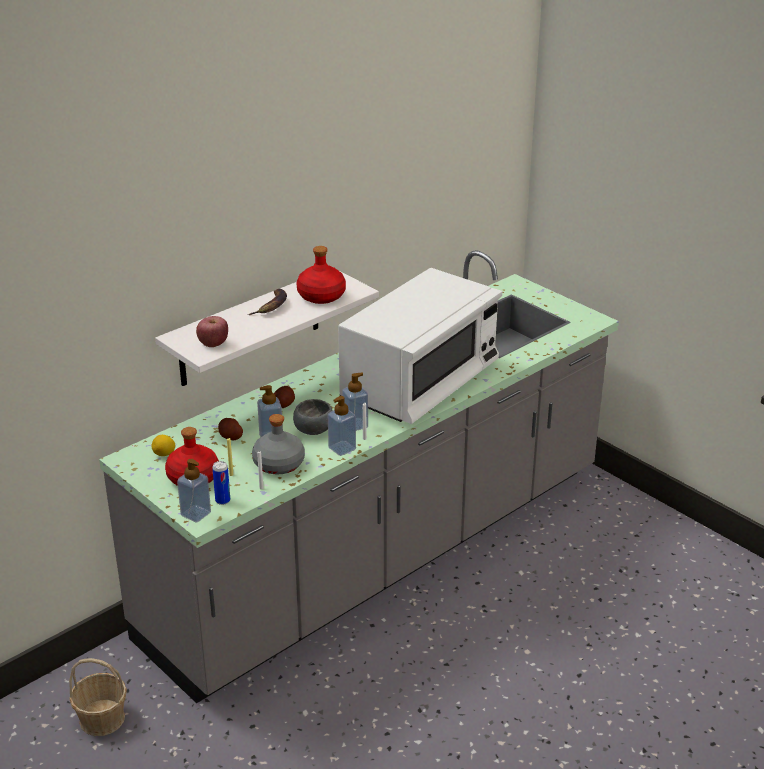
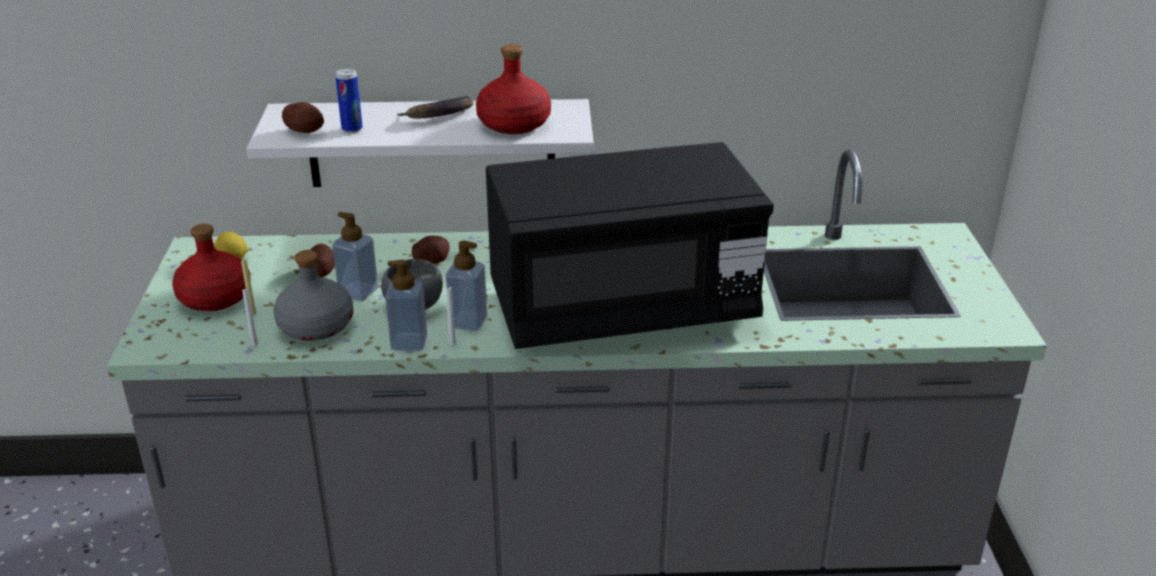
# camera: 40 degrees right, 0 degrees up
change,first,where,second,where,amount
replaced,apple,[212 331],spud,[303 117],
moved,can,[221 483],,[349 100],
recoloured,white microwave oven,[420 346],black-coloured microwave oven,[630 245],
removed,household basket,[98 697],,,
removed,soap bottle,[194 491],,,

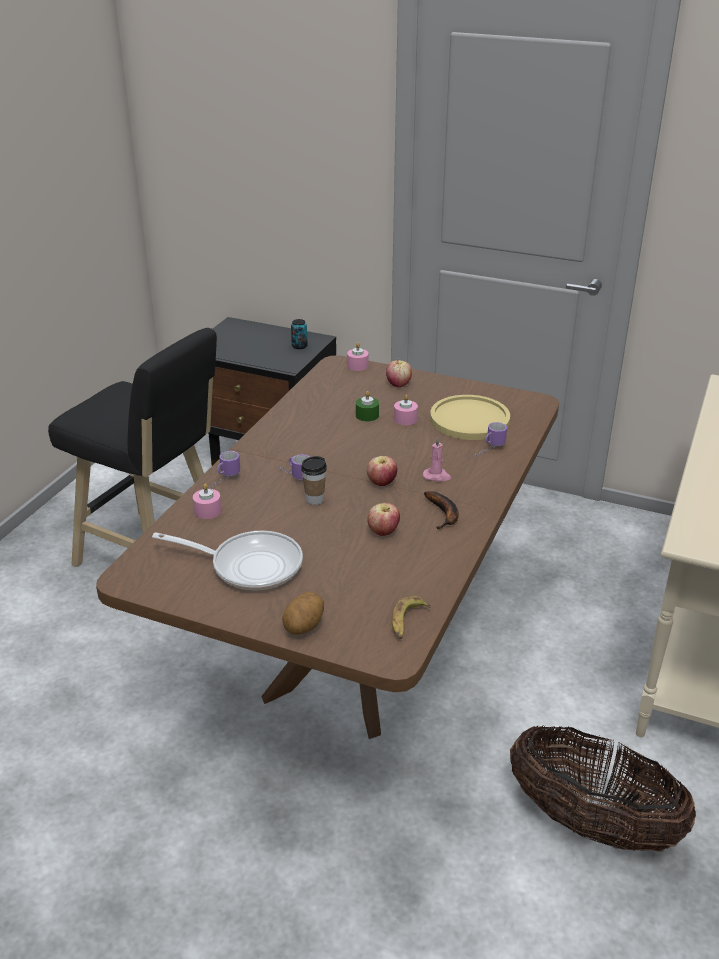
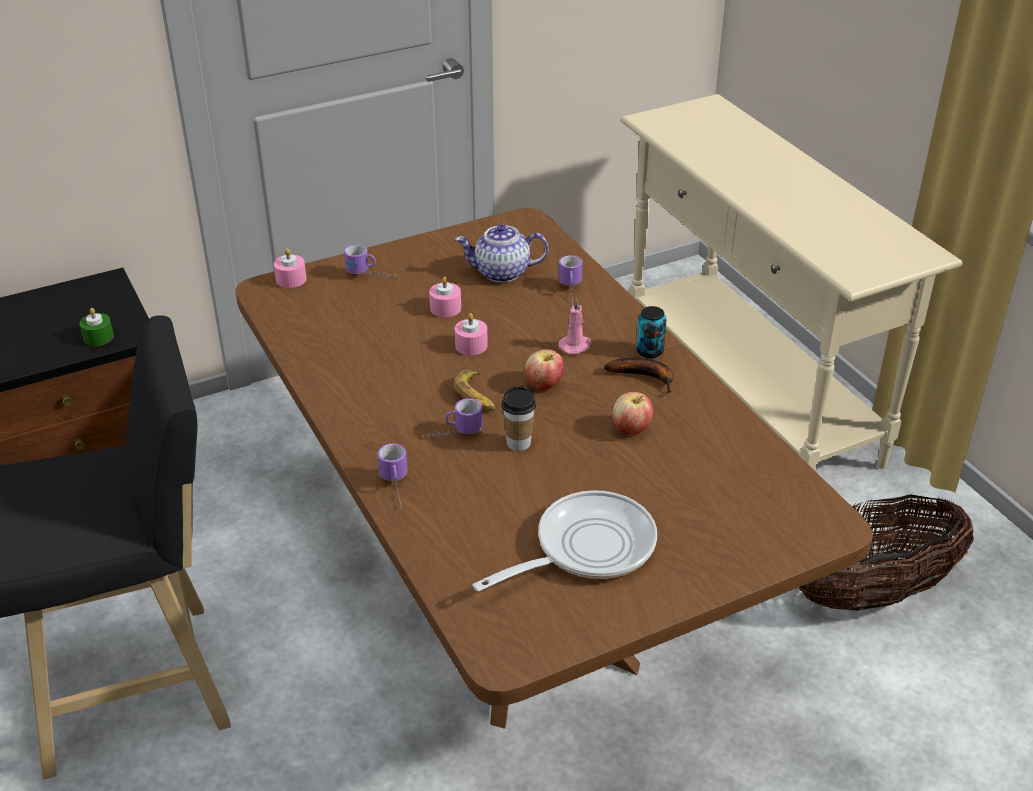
# camera: 50 degrees left, 5 degrees up
change,first,where,second,where,amount
moved,green-coloured wax light,[367 406],,[97 327],
replaced,apple,[399 372],coffee mug,[370 261],
moved,banana,[411 617],,[474 390],
replaced,yellow-coloured flat dish,[470 417],tea pot,[502 253],
moved,pink wax light,[207 501],,[471 334],
moved,can,[299 334],,[651 332],
removed,spud,[303 613],,,

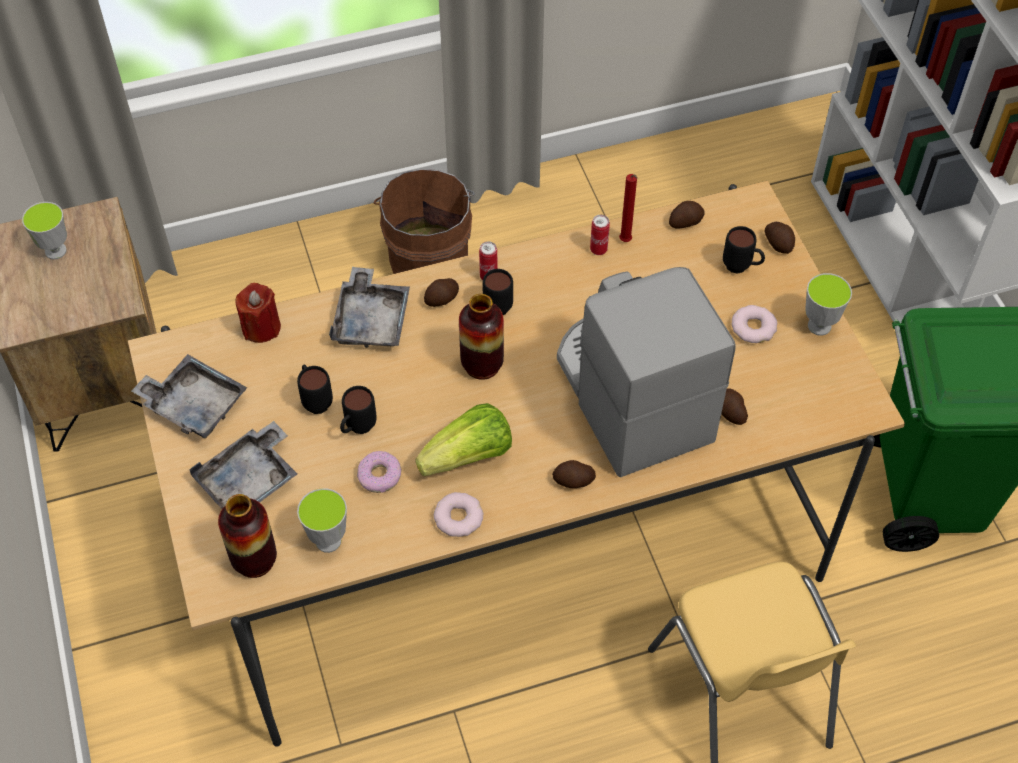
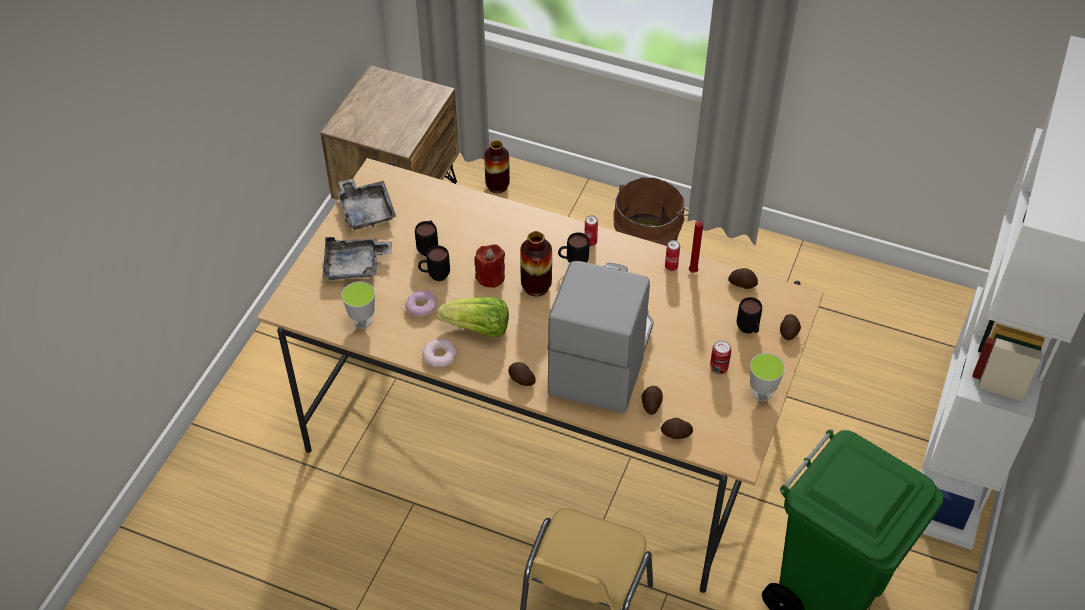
# camera: 40 degrees right, 5 degrees down
change,first,where,second,where,amount
moved,red-coloured wax light,[258 313],,[489 266],
moved,flower vase,[247 536],,[497 166],
moved,spud,[441 292],,[677 428],
replaced,donut,[754 324],can,[720 357],
removed,small cup,[44 231],,,
removed,grey carrying tray,[369 307],,,

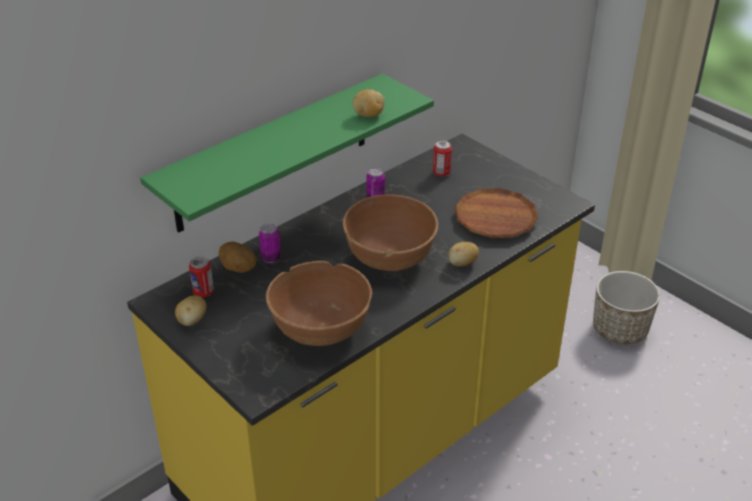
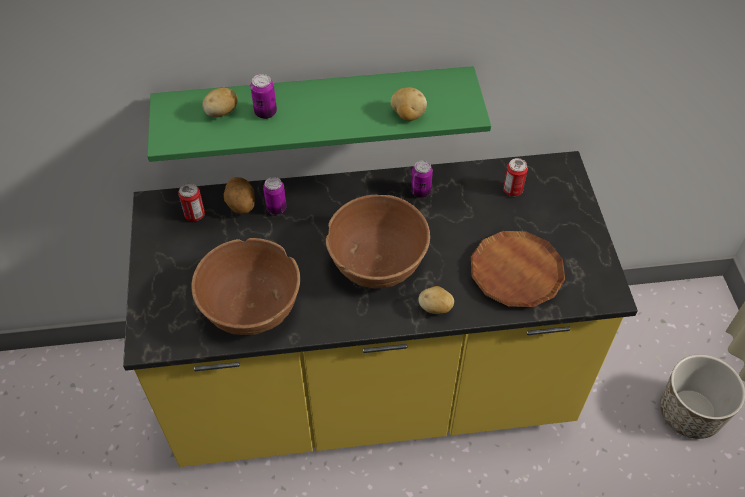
# camera: 35 degrees right, 15 degrees up
change,first,where,second,where,amount
moved,spud,[190 310],,[219 103],
added,,,can,[263 96],

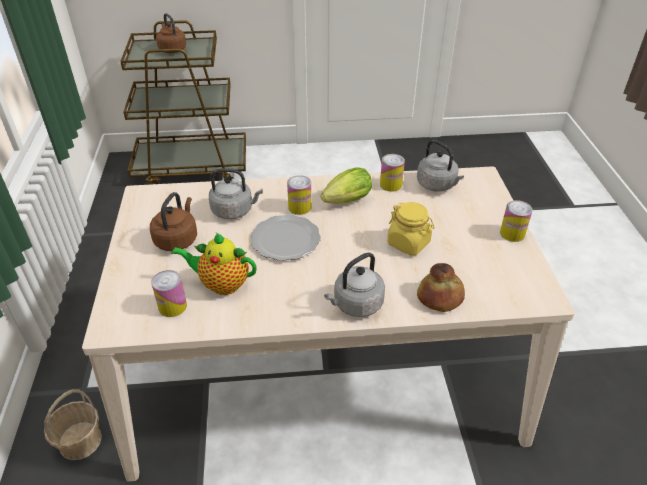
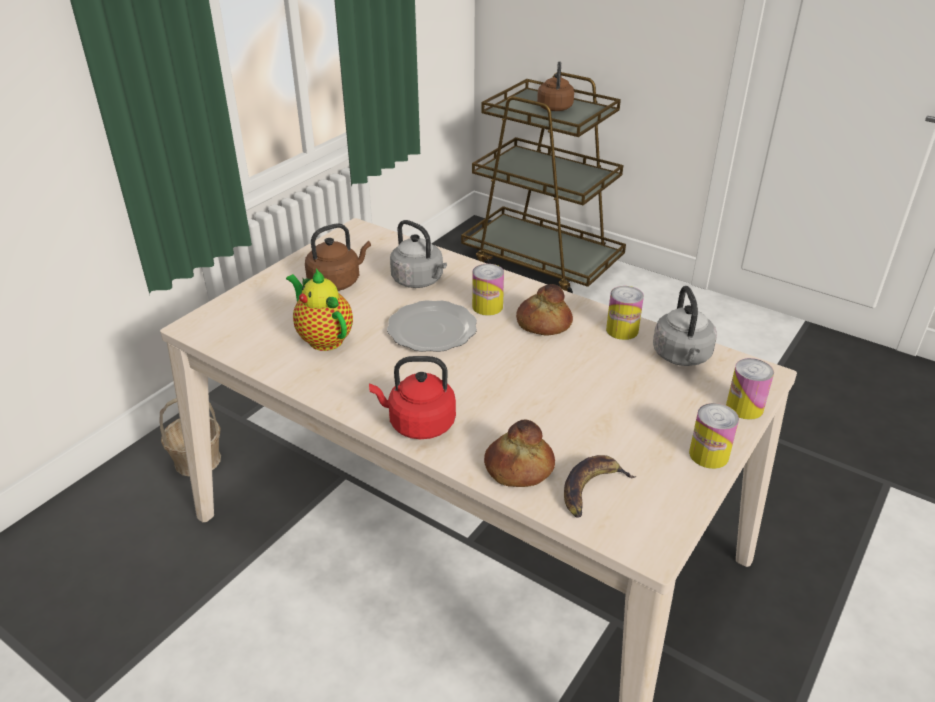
# camera: 40 degrees right, 5 degrees down
change,first,where,second,where,amount
recoloured,grey kettle,[354 285],red-coloured kettle,[412 397],
replaced,head of lettuce,[346 185],bakery bread,[544 309],
added,,,banana,[600 486],
moved,can,[169 293],,[750 389],
removed,yellow-coloured storage jar,[411 228],,,

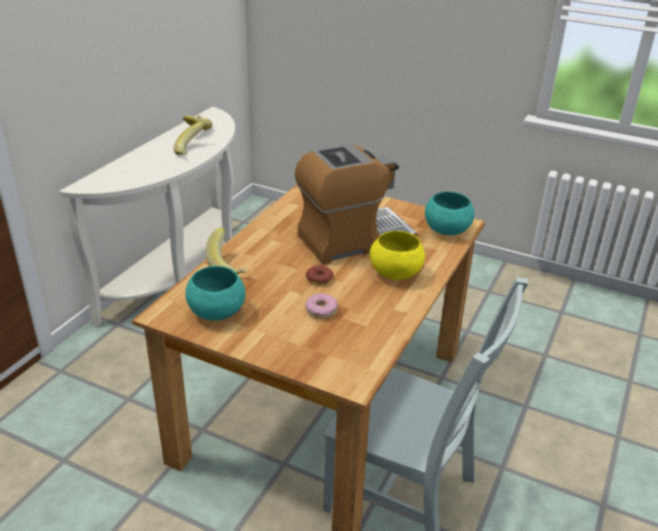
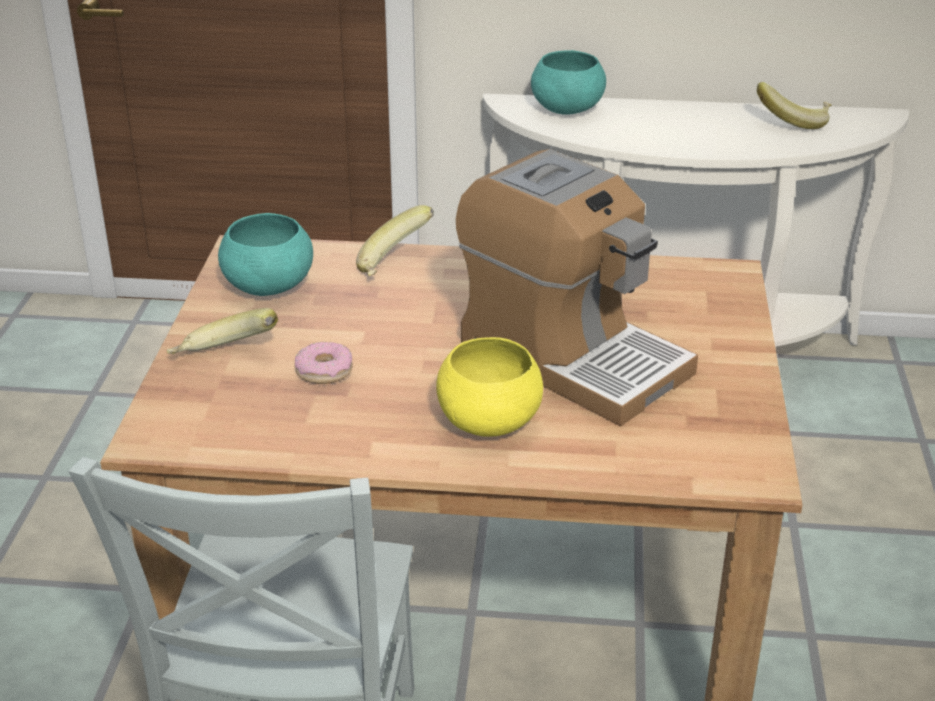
# camera: 70 degrees right, 0 degrees up
change,first,where,second,where,amount
moved,banana,[189 138],,[222 331],
moved,turquoise-coloured bowl,[450 213],,[568 82],
removed,donut,[320 275],,,

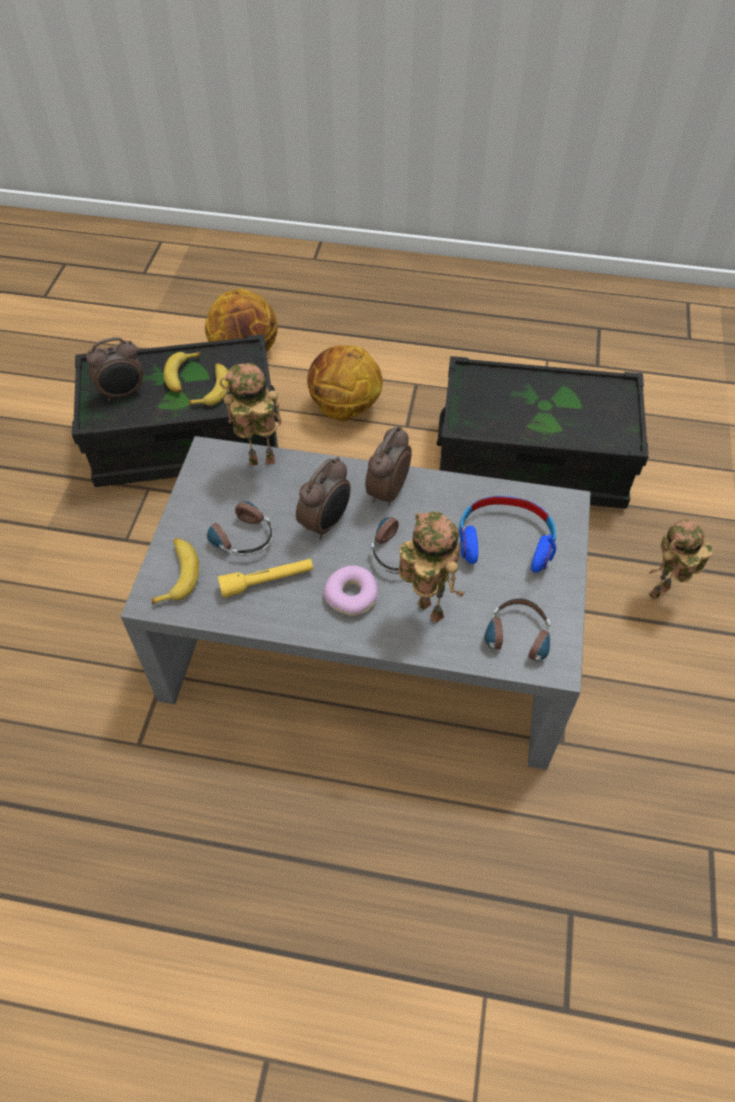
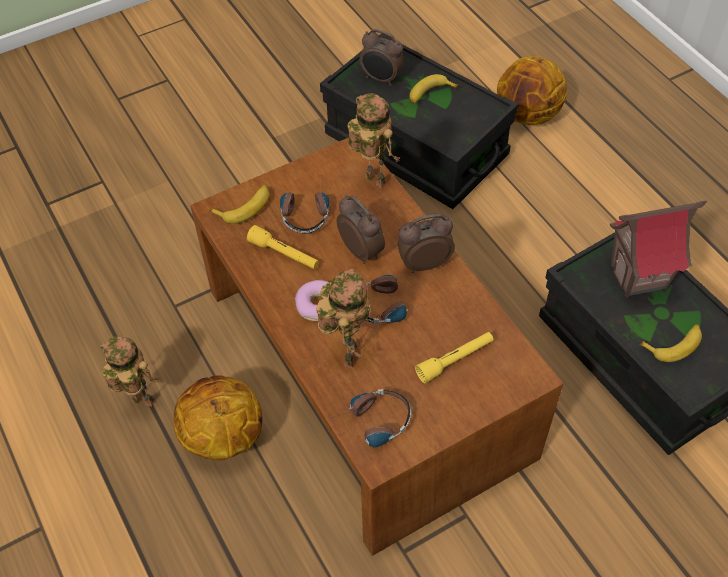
# camera: 50 degrees right, 0 degrees up
change,first,where,second,where,amount
moved,robot figure,[681 559],,[130 371],
moved,basketball,[345 383],,[218 417],
recoloured,grey coffee table,[356 603],brownish coffee table,[376 347],
turned,table clock,[323 498],,[361 229],120 degrees counterclockwise
replaced,blue-coloured headphones,[507 534],yellow-coloured flashlight,[454 357],
added,,,toy house,[658 249],
moved,banana,[208 384],,[670 343],

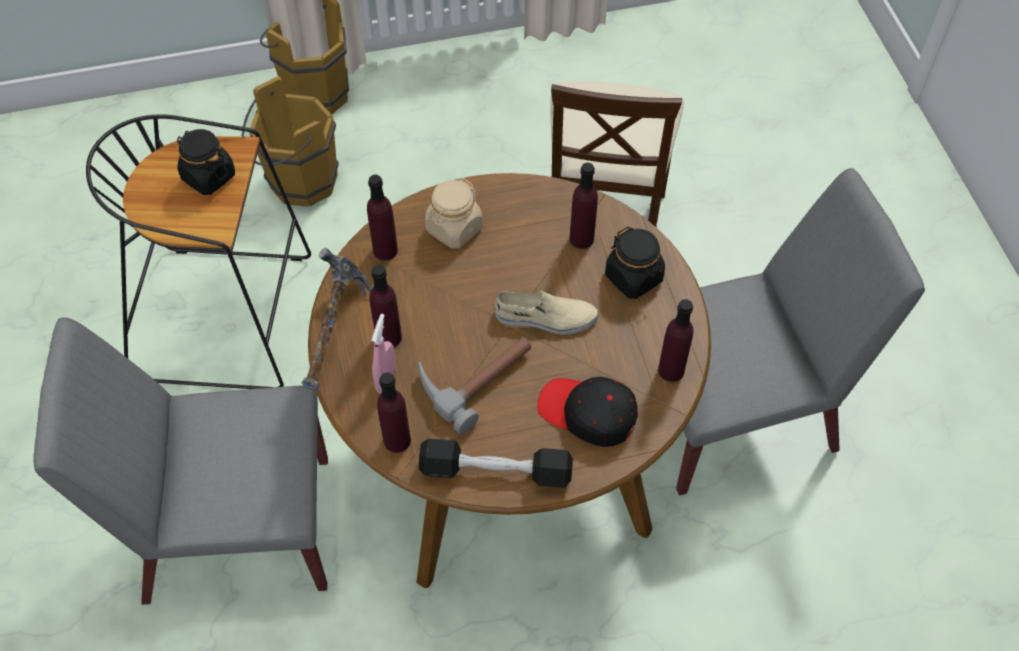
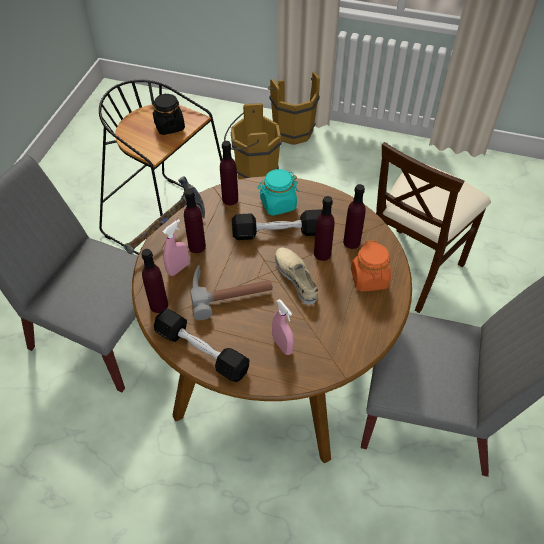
# camera: 30 degrees right, 5 degrees down
change,first,where,second,where,amount
added,,,black-coloured free weight,[277 224],
recoloured,beige storage jar,[454 213],turquoise-coloured storage jar,[278 192],
replaced,black-coloured cap,[588 412],pink spray bottle,[283 327],
turned,beige low shoe,[546 312],,[297 276],150 degrees counterclockwise
moved,purplish drink bottle,[675 340],,[324 228],
recoloured,black-coloured storage jar,[635 263],orangey storage jar,[371 265],

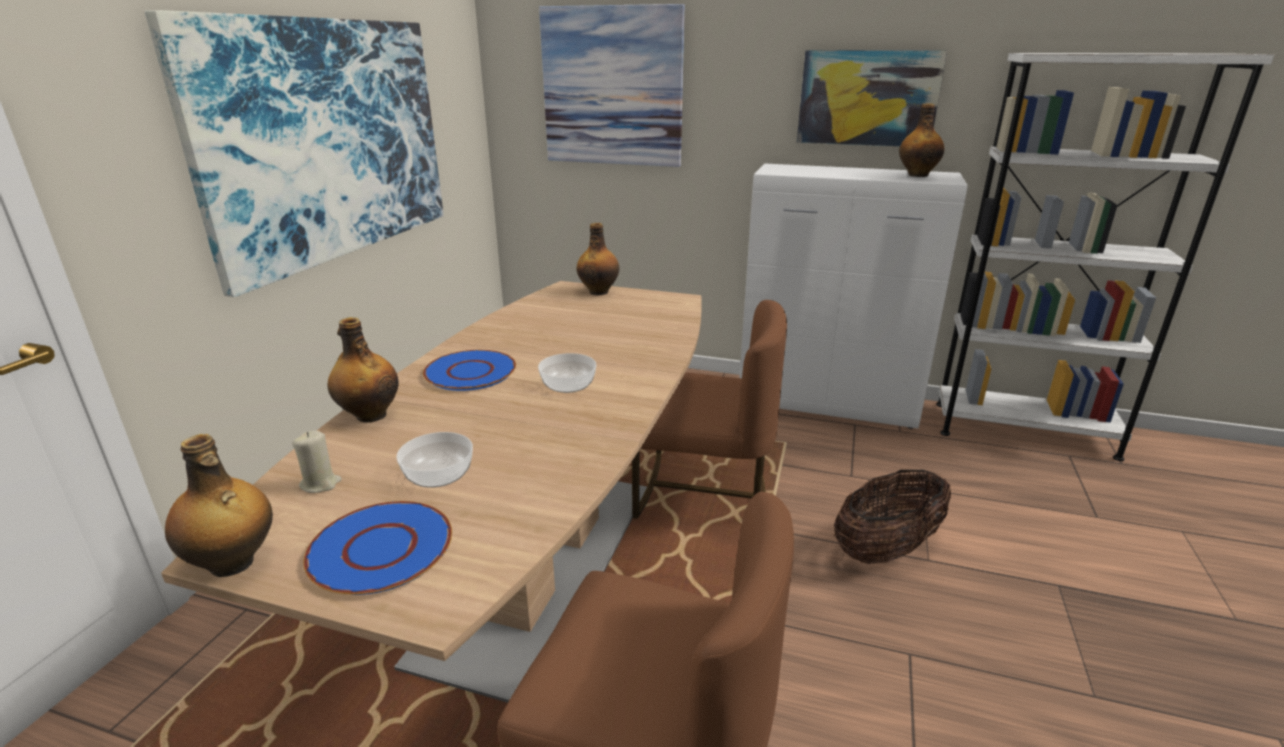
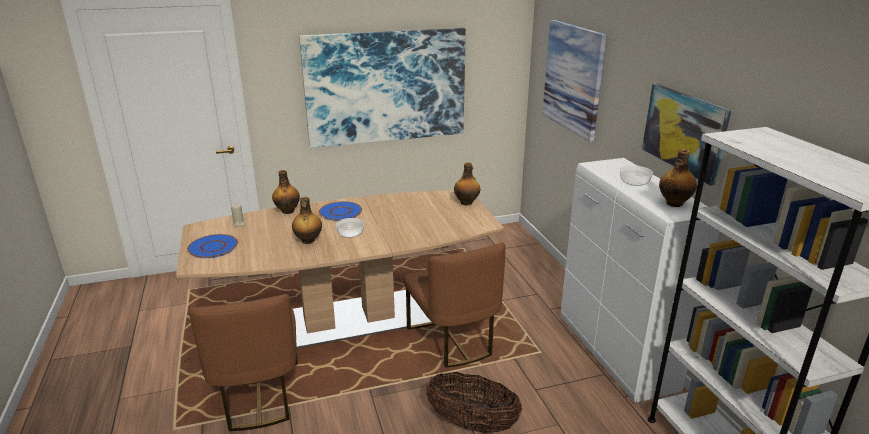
# camera: 55 degrees right, 0 degrees up
change,first,where,second,where,amount
moved,drink bottle,[219 505],,[307 220],
moved,bowl,[435 460],,[636 175],

